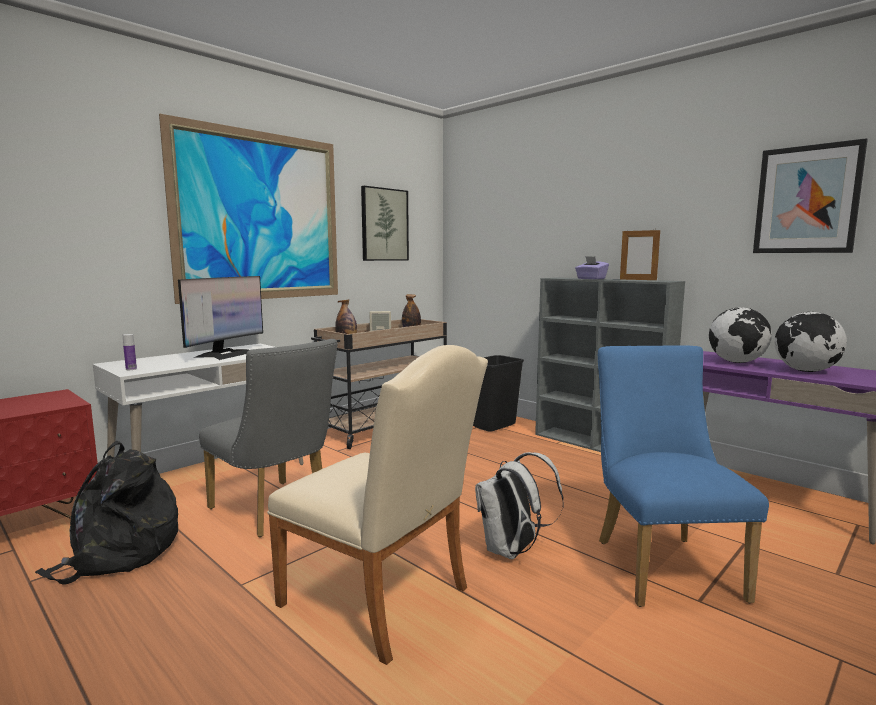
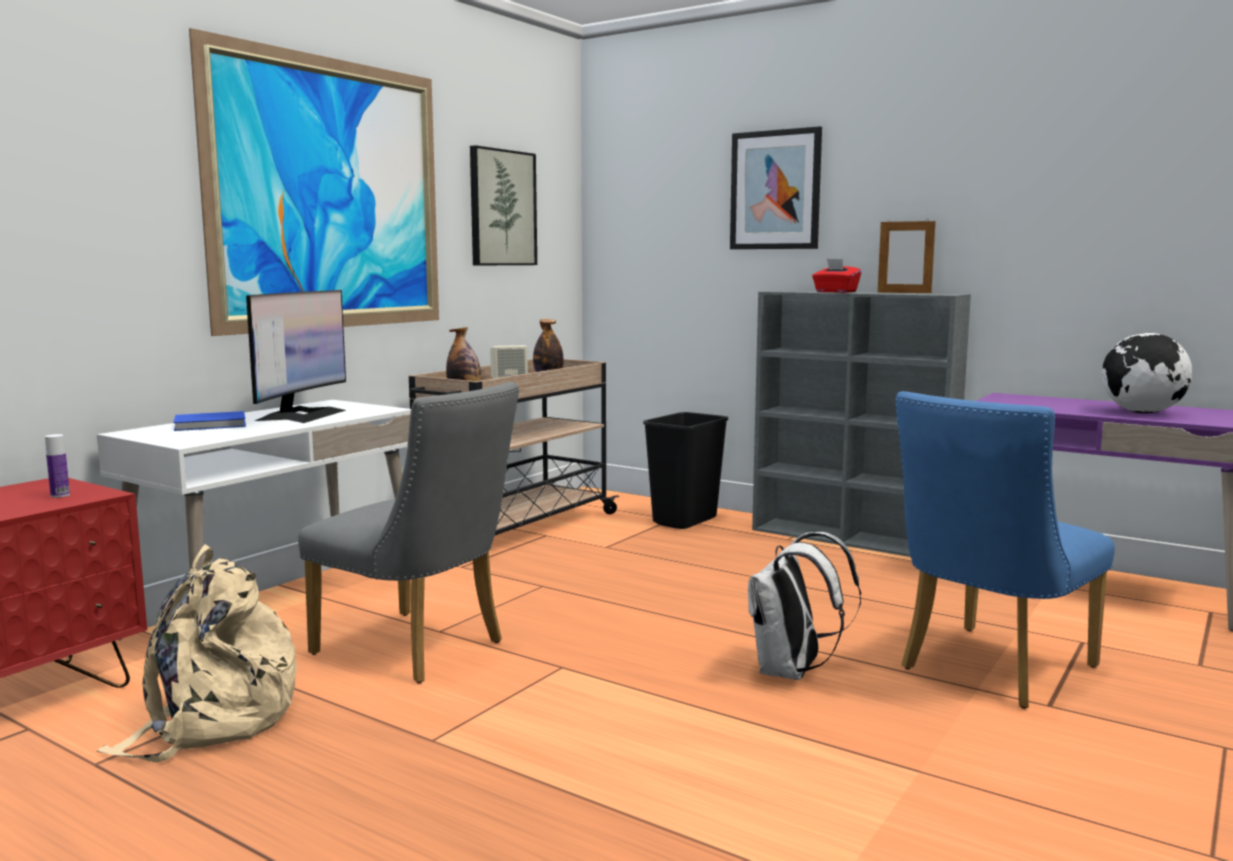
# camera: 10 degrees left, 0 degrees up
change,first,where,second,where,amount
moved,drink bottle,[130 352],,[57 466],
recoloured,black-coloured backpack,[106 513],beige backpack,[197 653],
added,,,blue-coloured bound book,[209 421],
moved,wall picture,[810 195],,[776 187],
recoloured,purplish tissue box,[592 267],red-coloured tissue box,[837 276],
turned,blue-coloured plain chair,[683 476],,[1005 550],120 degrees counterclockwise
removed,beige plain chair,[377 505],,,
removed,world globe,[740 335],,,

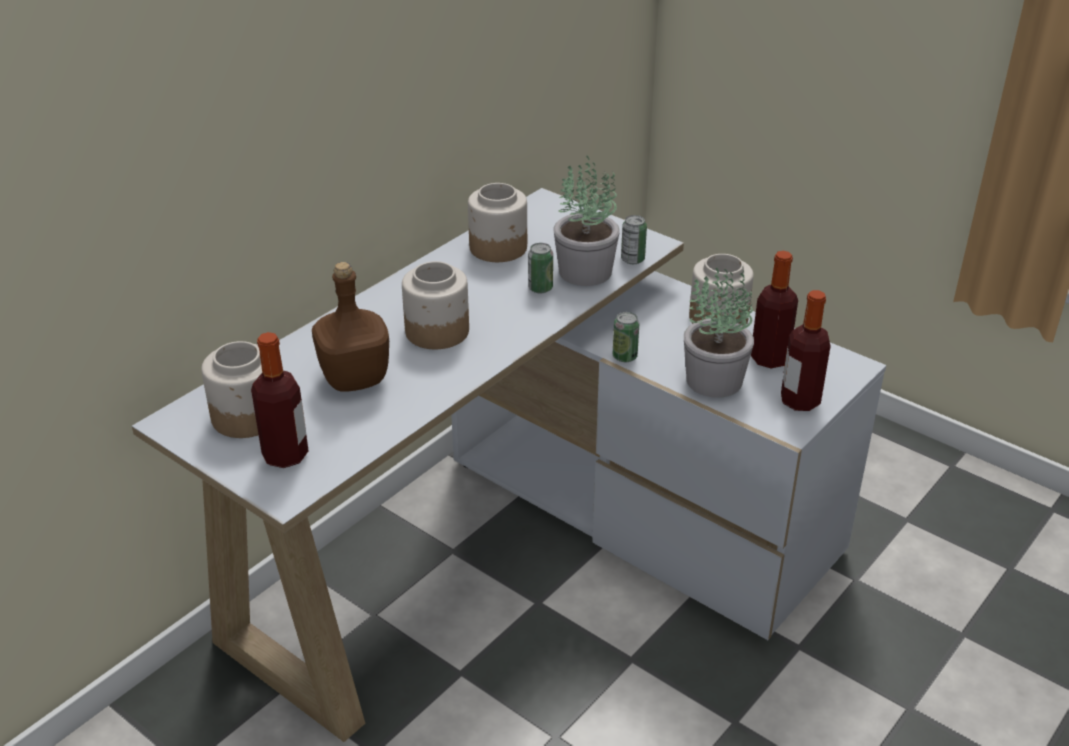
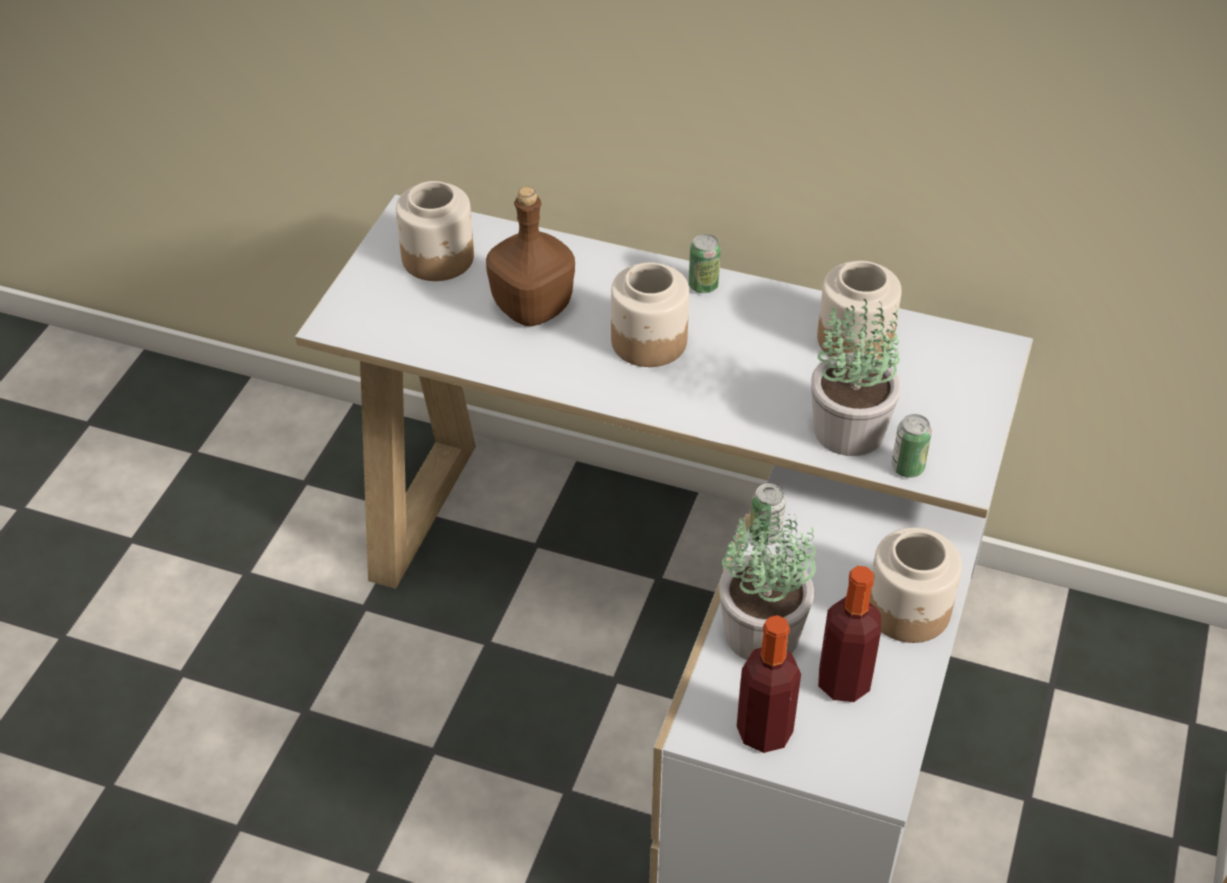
# camera: 70 degrees right, 10 degrees up
change,first,where,second,where,amount
moved,can,[540 268],,[705 263],
removed,drink bottle,[280 400],,,

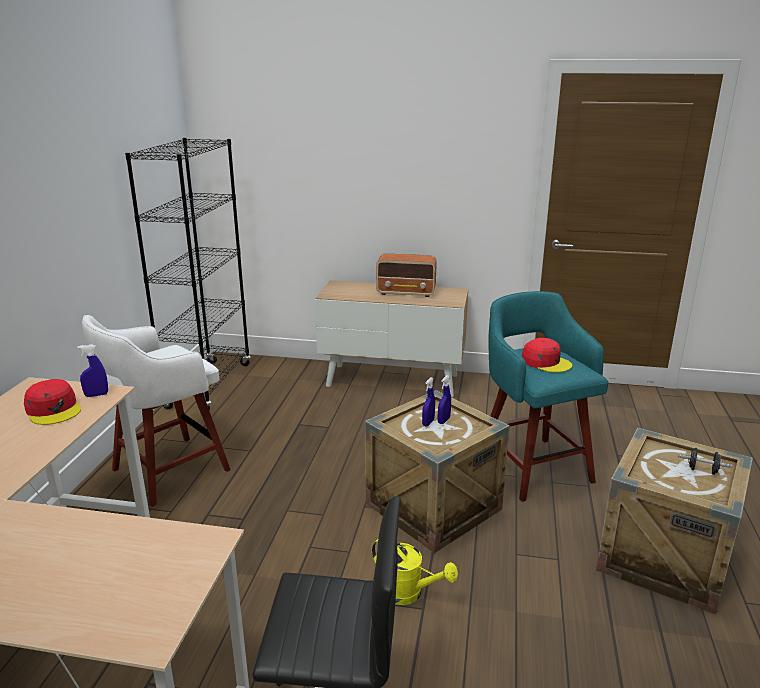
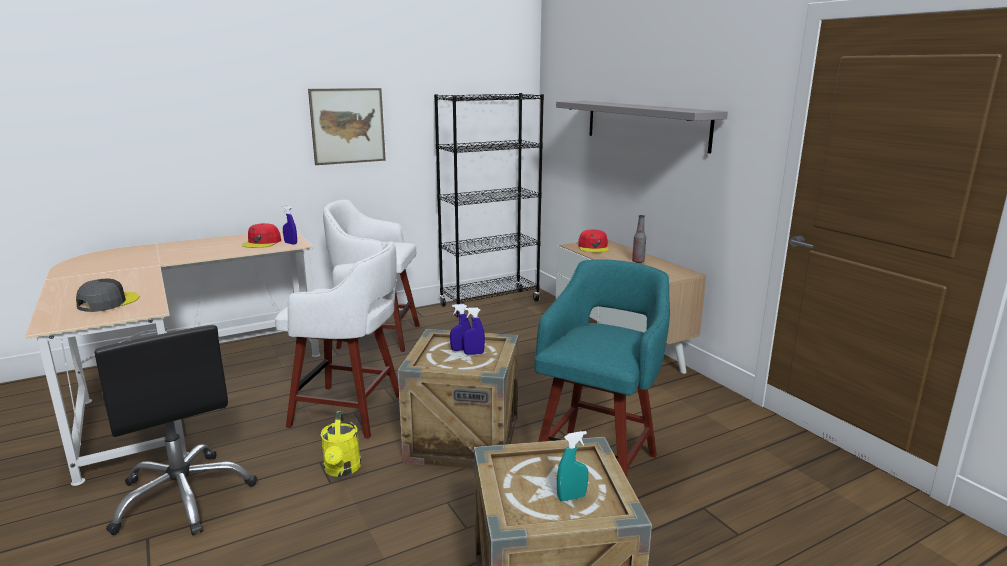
# camera: 50 degrees right, 5 degrees down
change,first,where,second,where,amount
added,,,grey cap,[107 295],
added,,,white stool,[337 339],
added,,,wall picture,[347 126],
added,,,grey shelf,[642 127],
replaced,black-coloured free weight,[705 461],turquoise-coloured spray bottle,[572 466],
moved,red-coloured cap,[547 355],,[593 241],
replaced,radio,[406 275],drink bottle,[639 239],

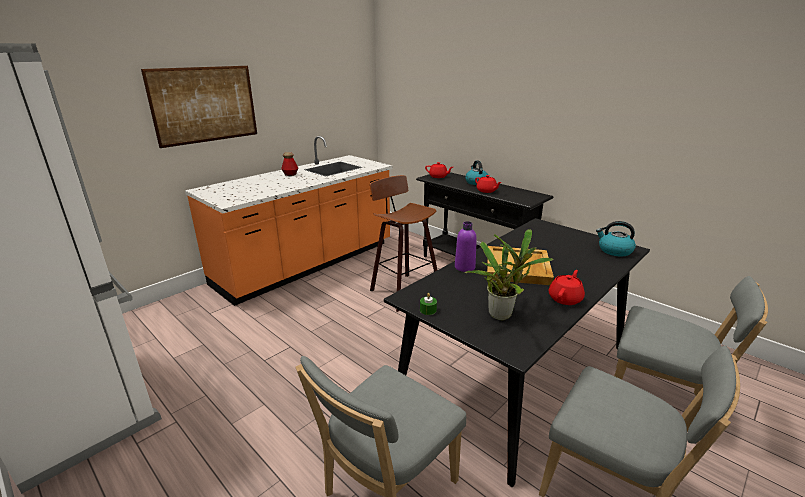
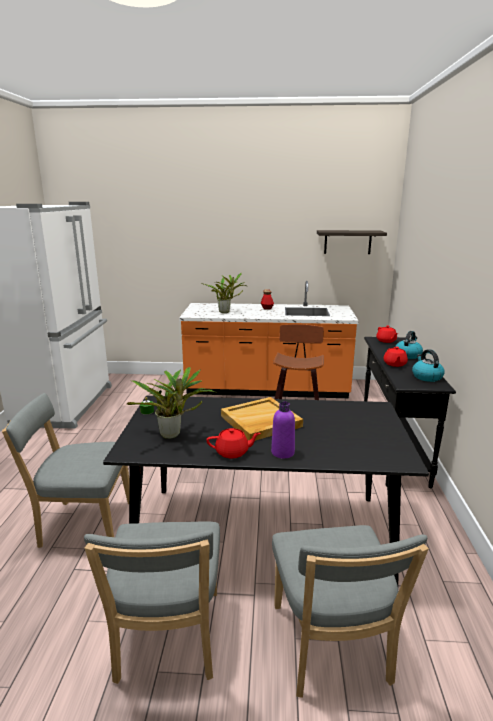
# camera: 50 degrees right, 5 degrees down
change,first,where,second,where,amount
added,,,potted plant,[225 292],
moved,purplish drink bottle,[466 246],,[283 429],
added,,,shelf,[352 242],
moved,kettle,[616 239],,[428 365],
removed,wall picture,[199 107],,,

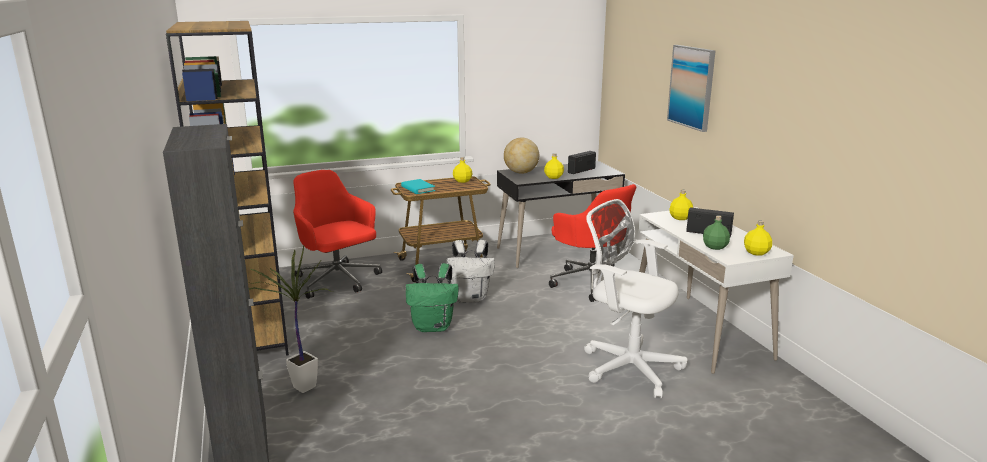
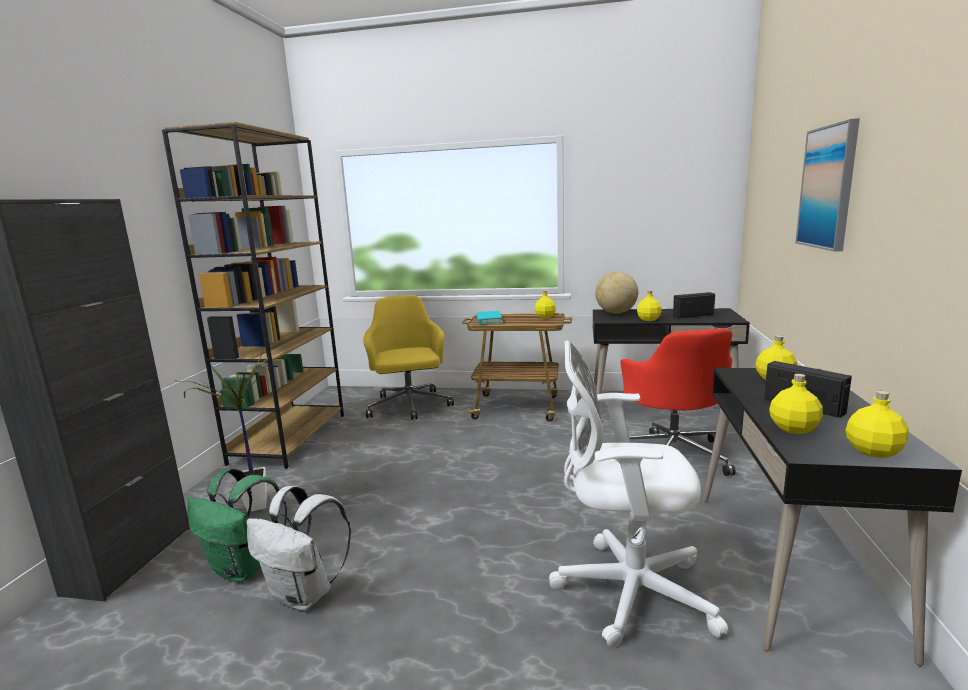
# camera: 30 degrees right, 5 degrees down
change,first,where,second,where,amount
moved,green-coloured backpack,[432 297],,[237 525],
moved,white backpack,[471 271],,[299 548],
recoloured,red-coloured computer chair,[337 234],yellow-coloured computer chair,[408 357],
turned,white computer chair,[636 299],,[638 494],60 degrees counterclockwise
recoloured,white desk,[716 290],black-coloured desk,[832 517],
recoloured,green-coloured drink bottle,[716 232],yellow-coloured drink bottle,[796 404],

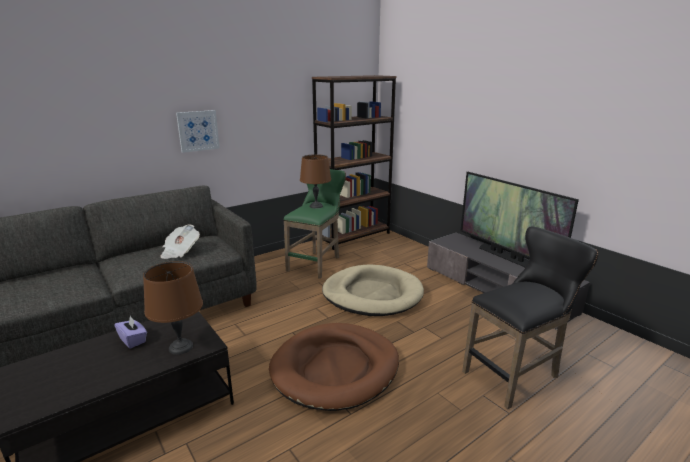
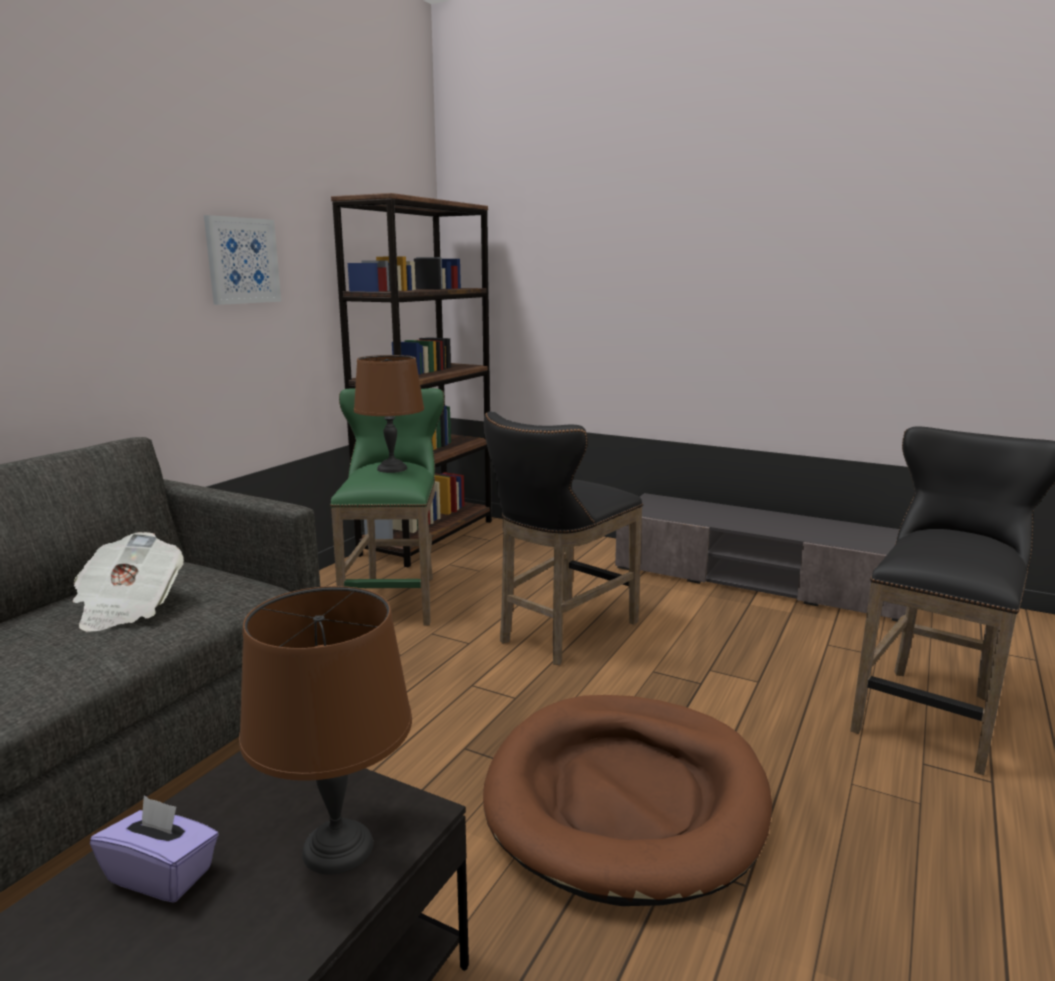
# camera: 25 degrees left, 5 degrees down
change,first,where,second,where,amount
moved,wall picture,[198 131],,[242 260],
replaced,beige pet bed,[373 290],black-coloured stool,[563 538],
removed,TV,[520 220],,,

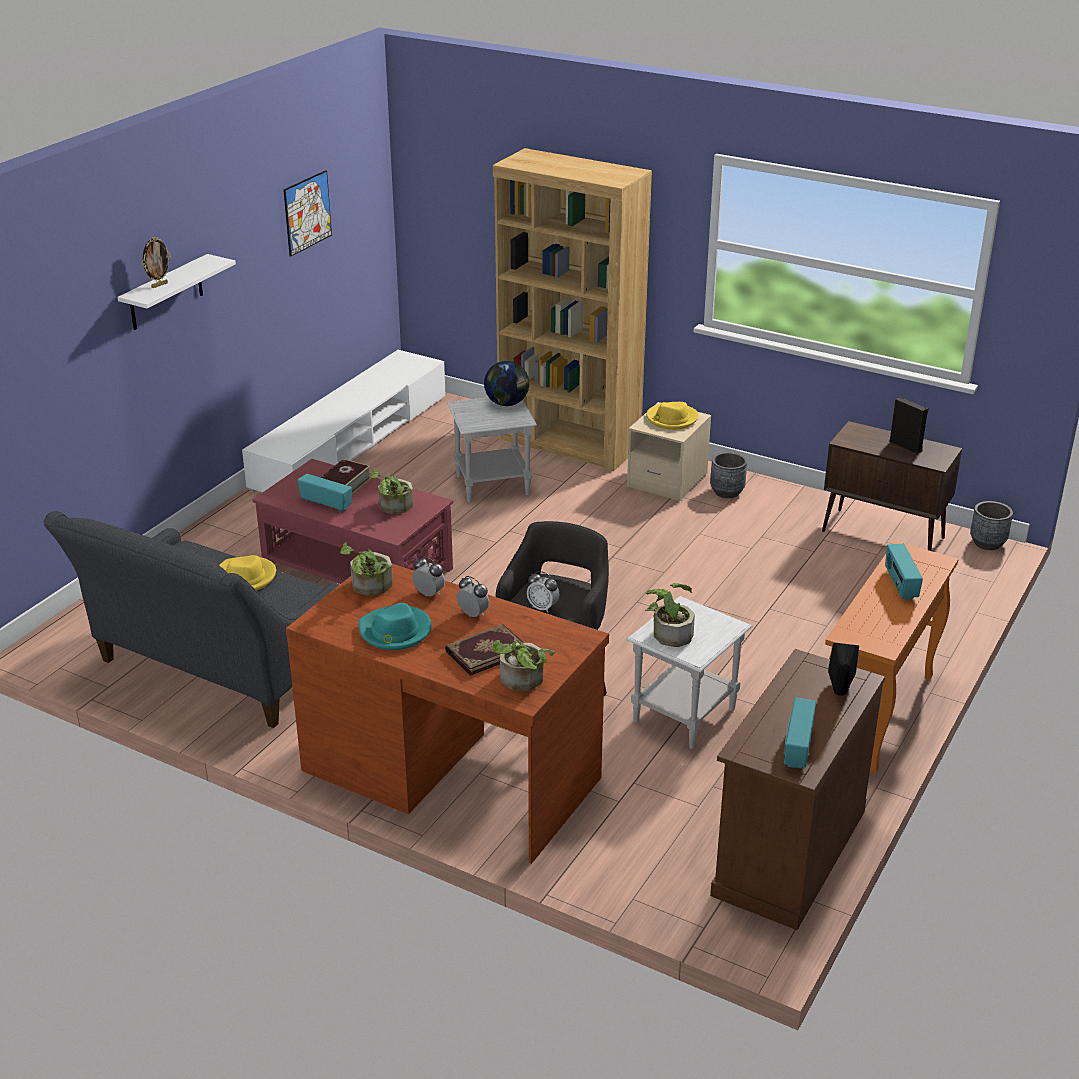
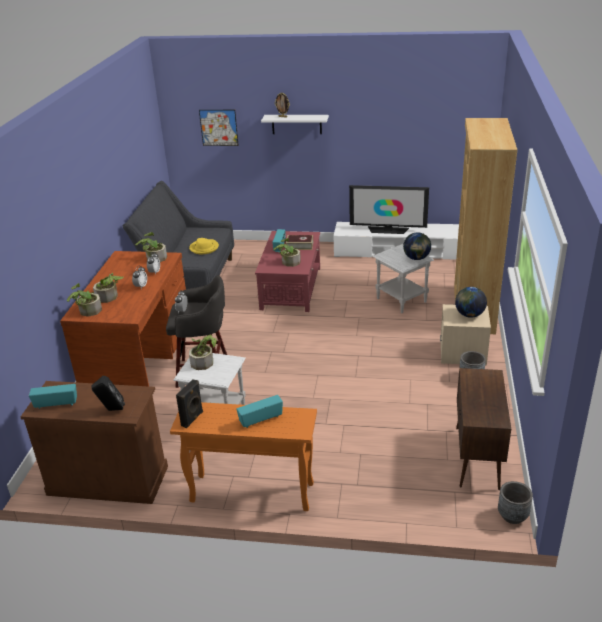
# camera: 70 degrees right, 0 degrees up
change,first,where,second,where,amount
replaced,bound book,[484 650],potted plant,[108 288],
moved,black-coloured speaker,[909 425],,[189 404],
moved,wall picture,[307 213],,[219 128],
added,,,TV,[389 209],
replaced,yellow-coloured hat,[672 416],world globe,[471 302],
removed,turquoise-coloured hat,[395 626],,,

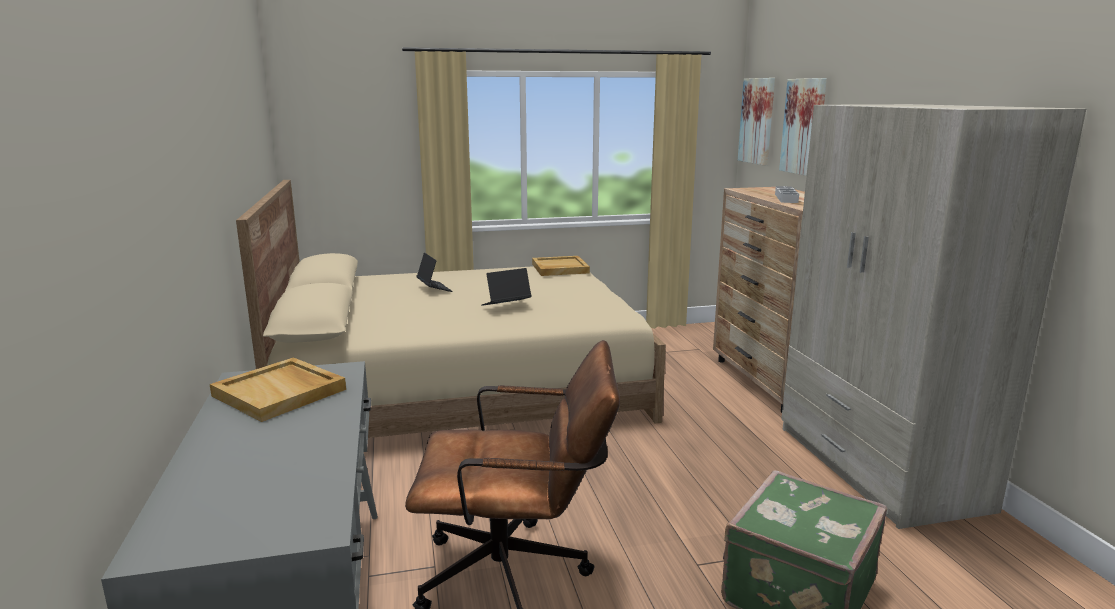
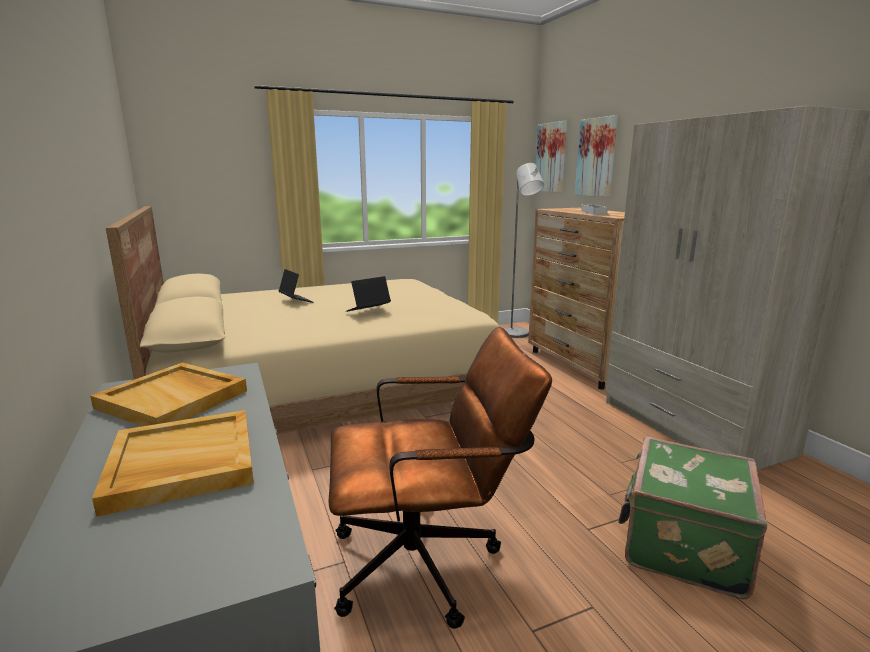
# camera: 10 degrees left, 0 degrees up
change,first,where,second,where,amount
moved,beige carrying tray,[561 266],,[173 463],
added,,,grey standard lamp,[523 250],

